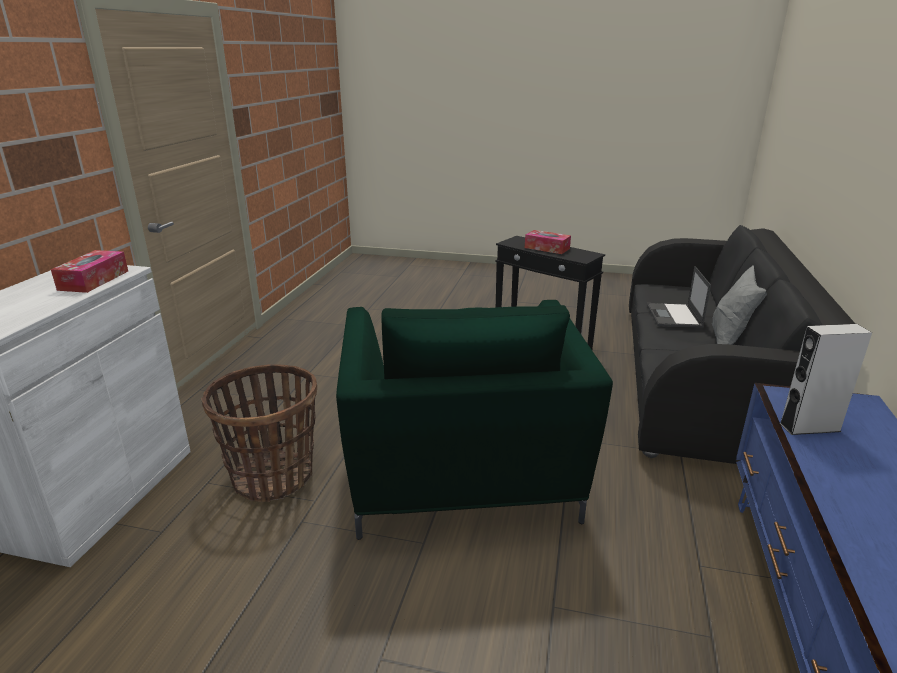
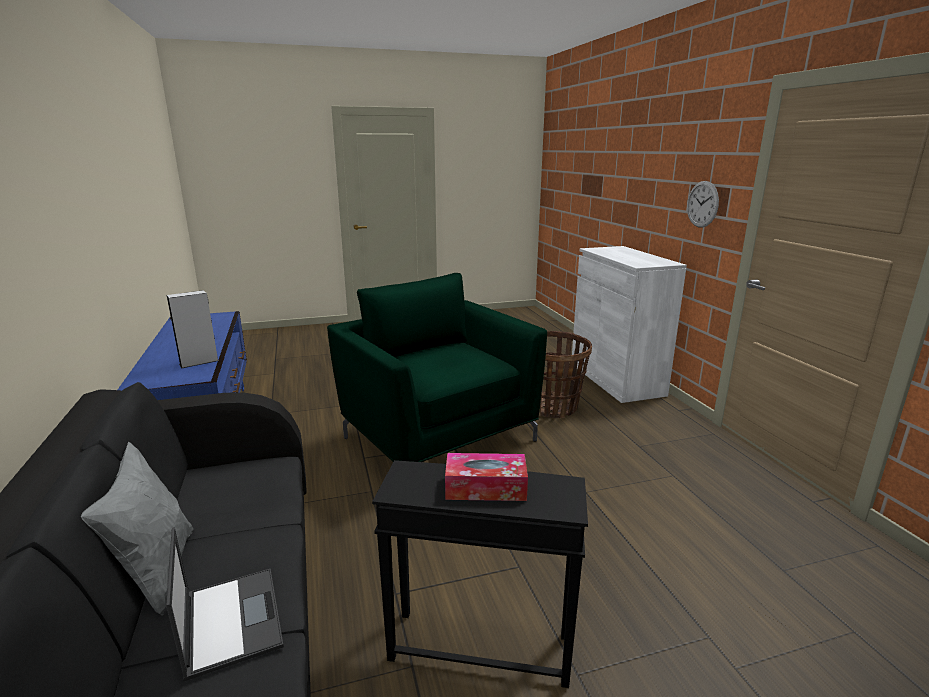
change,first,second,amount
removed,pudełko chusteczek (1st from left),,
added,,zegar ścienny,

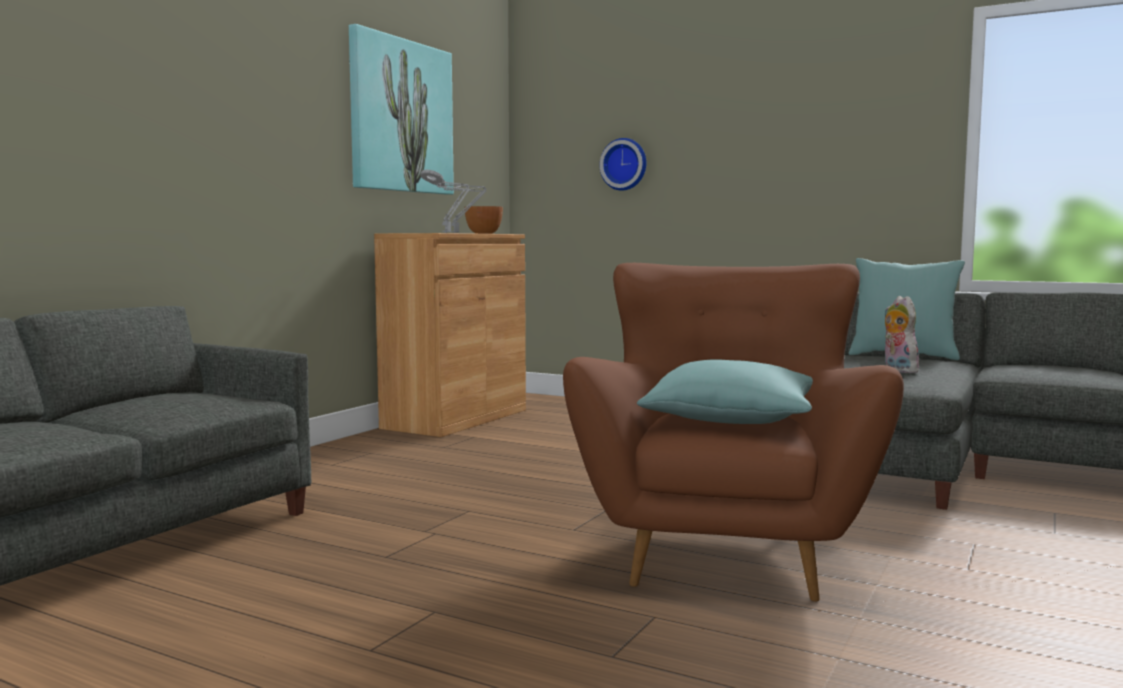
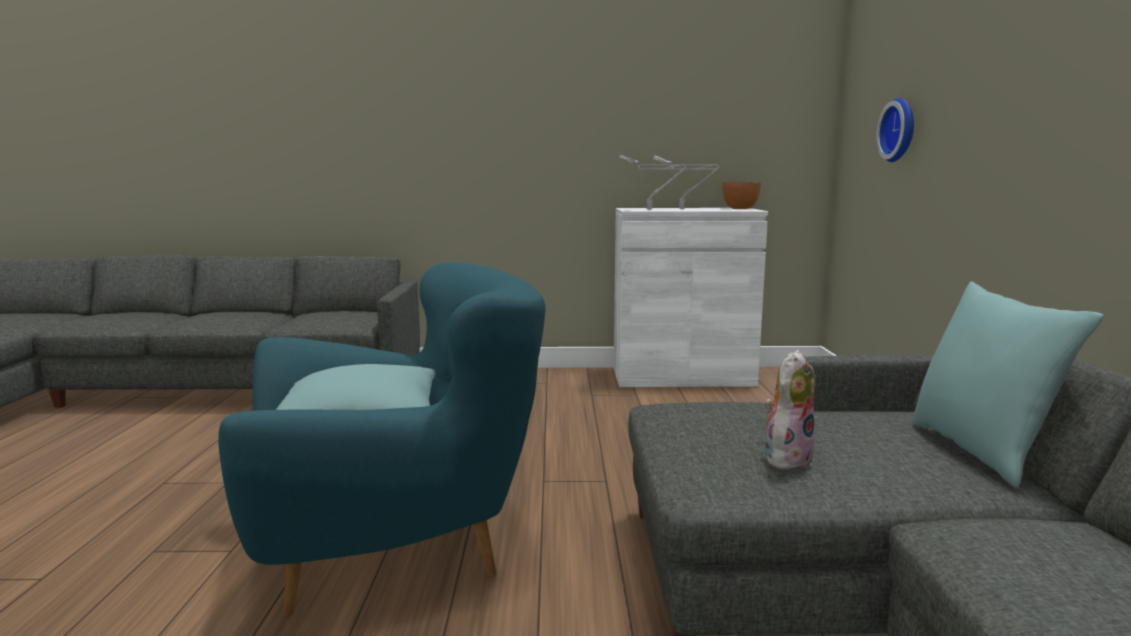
change,first,second,amount
removed,obraz,,
recoloured,szafka (brązowy),szafka (biały),
recoloured,fotel (brązowy),fotel (turkusowy),

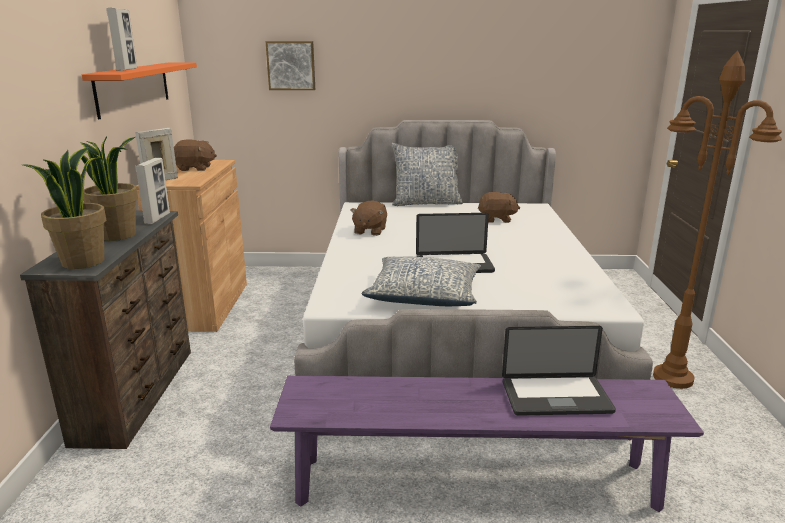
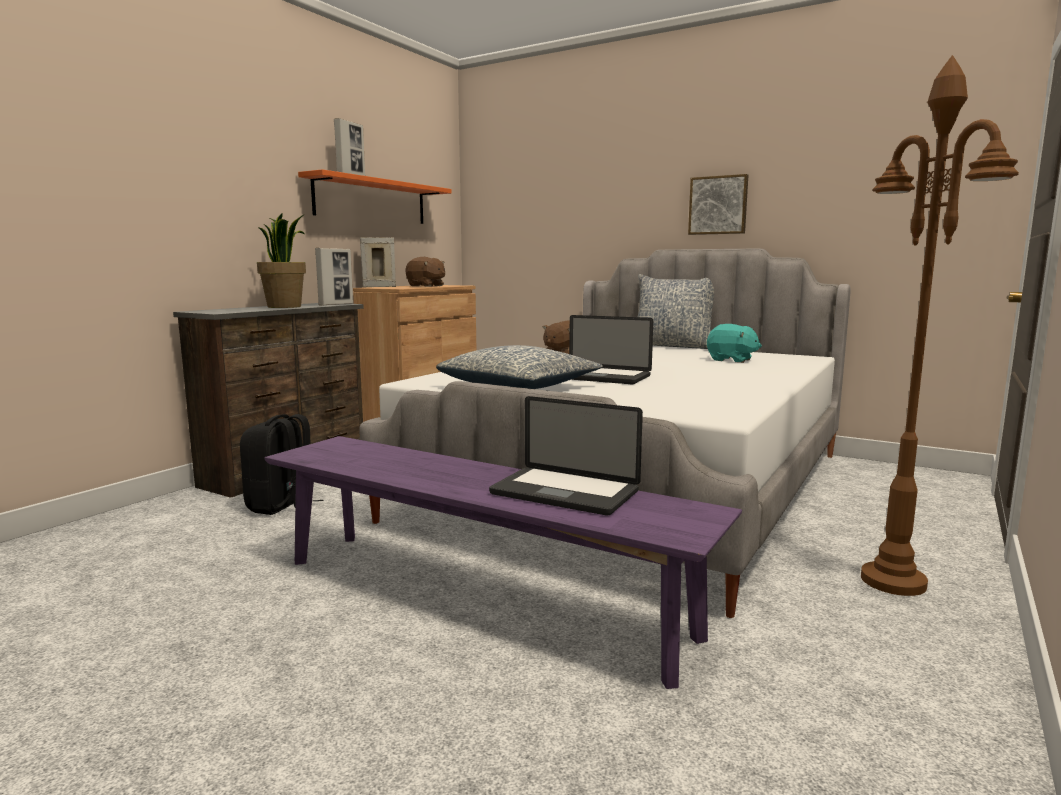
change,first,second,amount
removed,roślina doniczkowa (1st from left),,
added,,plecak (czarny),
moved,obraz,,
recoloured,pluszak (brązowy) (3rd from left),pluszak (turkusowy),

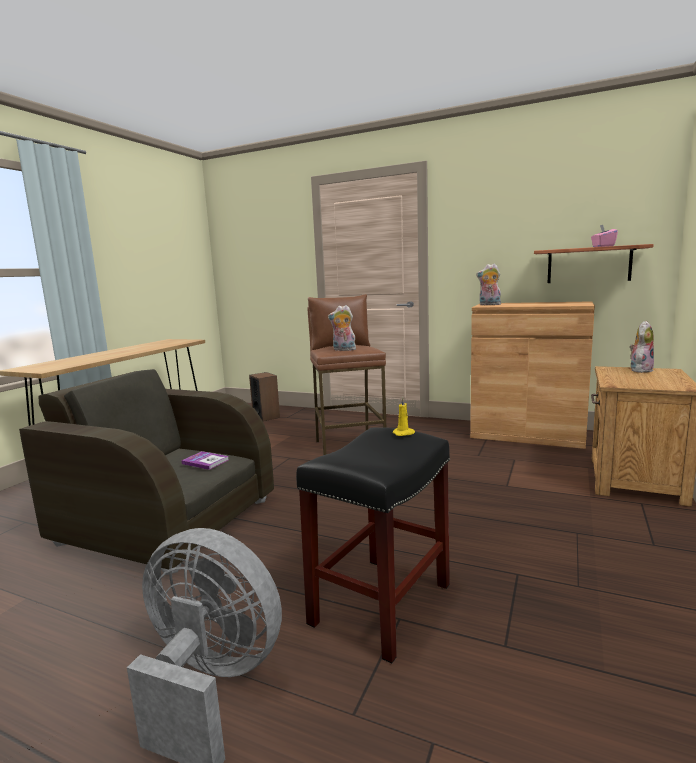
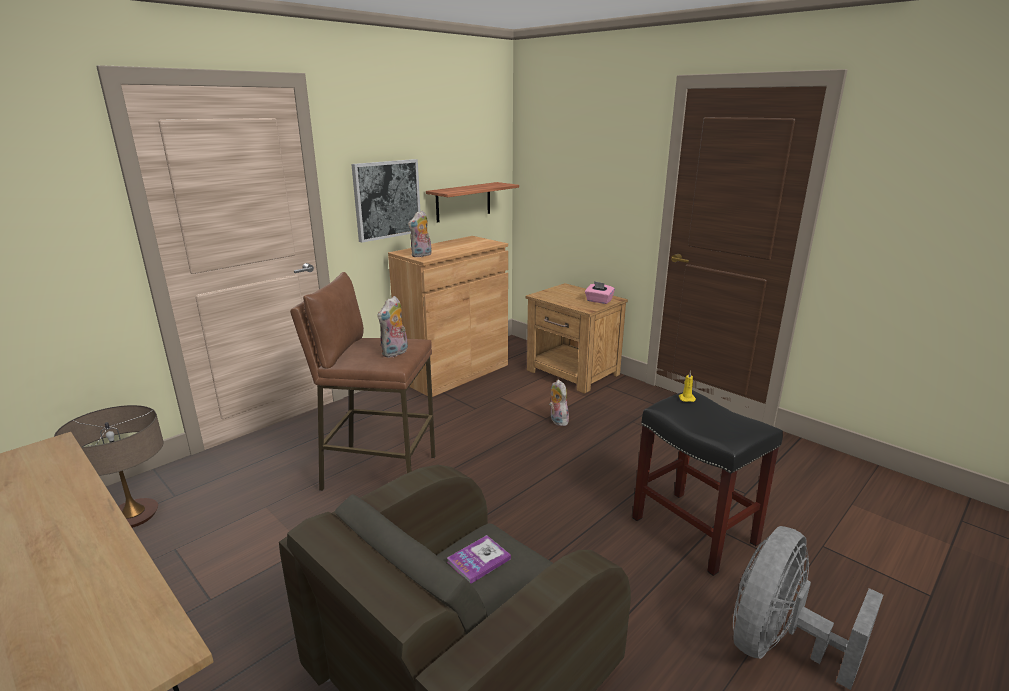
change,first,second,amount
added,,obraz,
moved,pudełko chusteczek (różowy),,
moved,pluszak (3rd from left),,
replaced,głośnik,lampa stołowa,

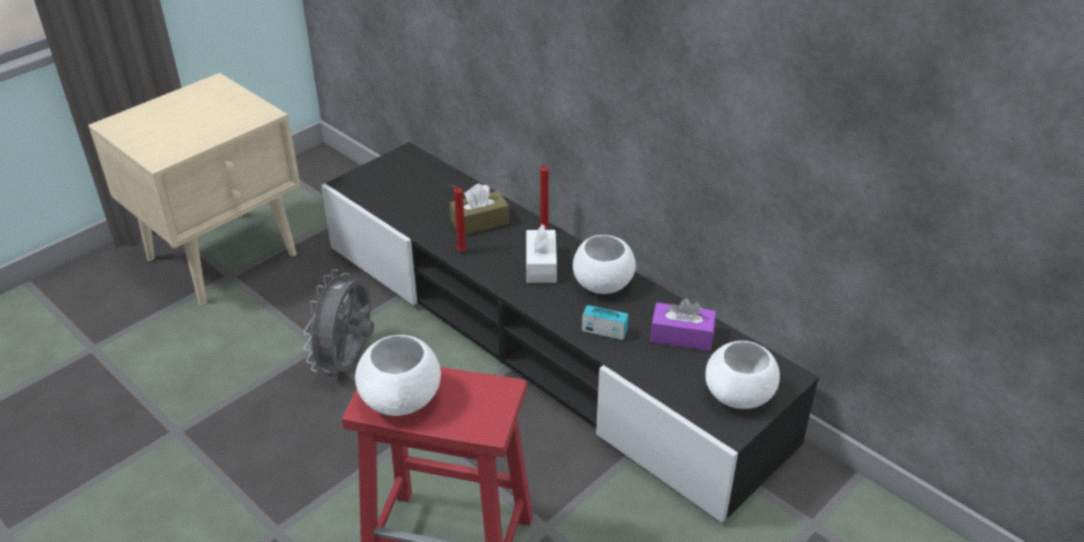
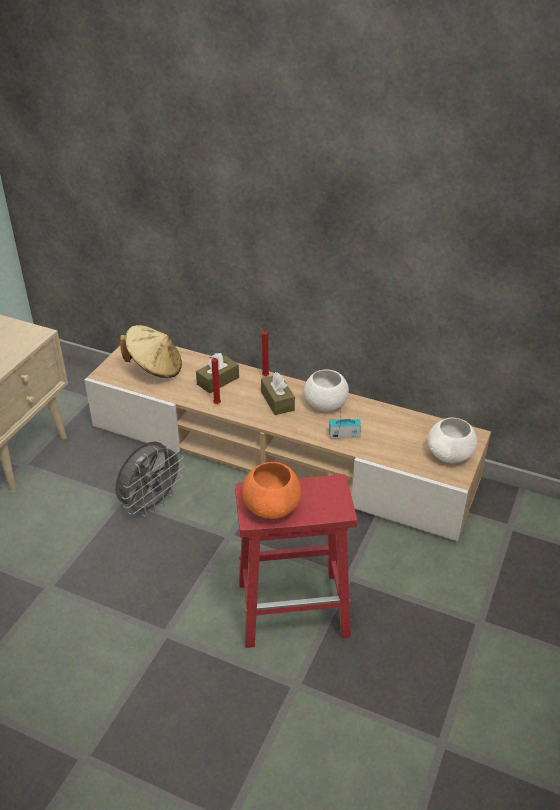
change,first,second,amount
removed,pudełko chusteczek (fioletowy),,
added,,kapelusz (beżowy),
recoloured,szafka pod telewizor (czarny),szafka pod telewizor (beżowy),
recoloured,miska (biały) (1st from left),miska (pomarańczowy),
recoloured,pudełko chusteczek (biały),pudełko chusteczek (brązowy) (2nd from left),
turned,wentylator (szary),,135 degrees counterclockwise

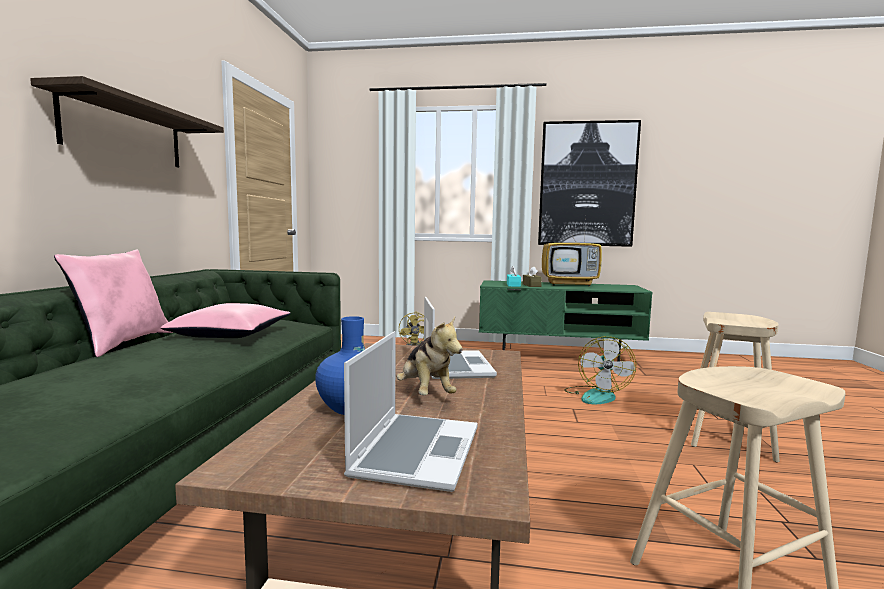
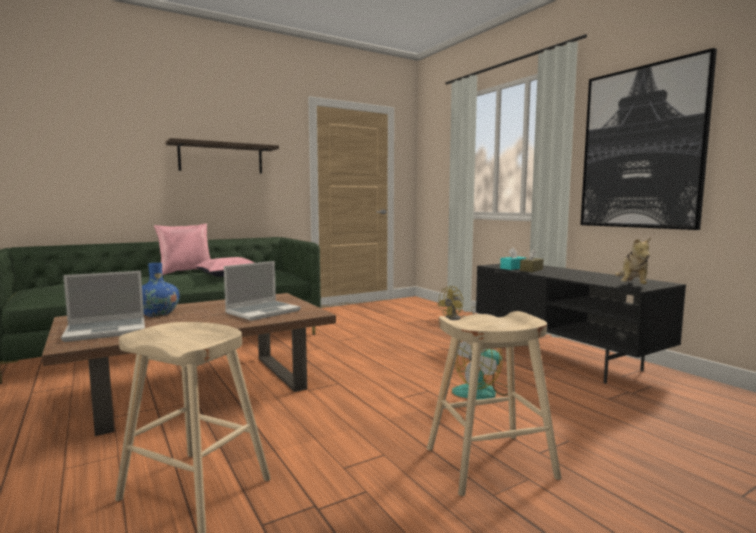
change,first,second,amount
removed,telewizor,,
moved,pluszak,,
recoloured,szafka pod telewizor (zielony),szafka pod telewizor (czarny),

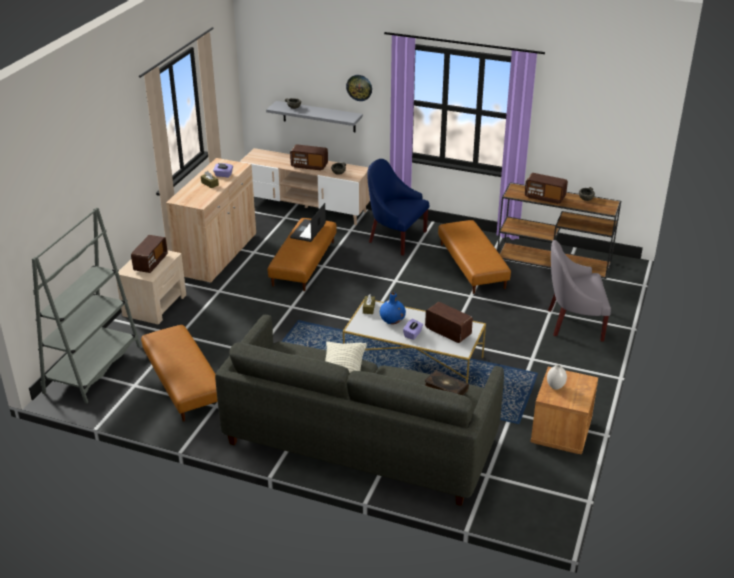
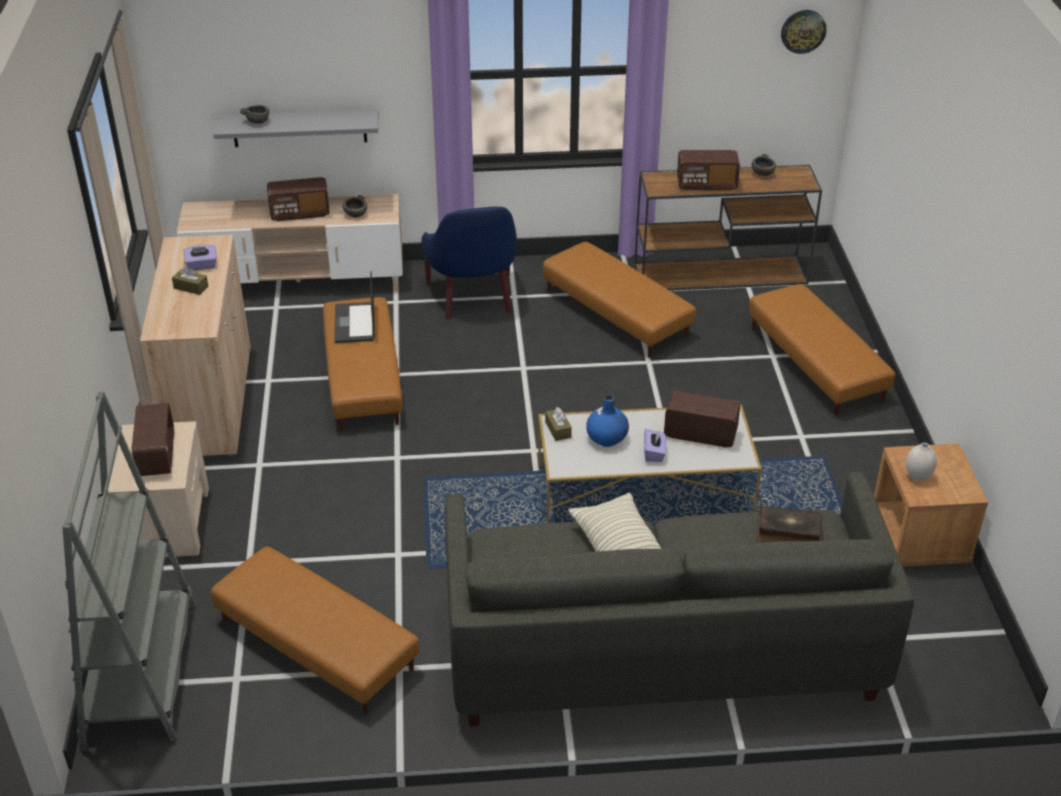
change,first,second,amount
moved,zegar ścienny,,
replaced,fotel (szary),pufa (brązowy) (4th from left),
turned,fotel (niebieski),,105 degrees counterclockwise

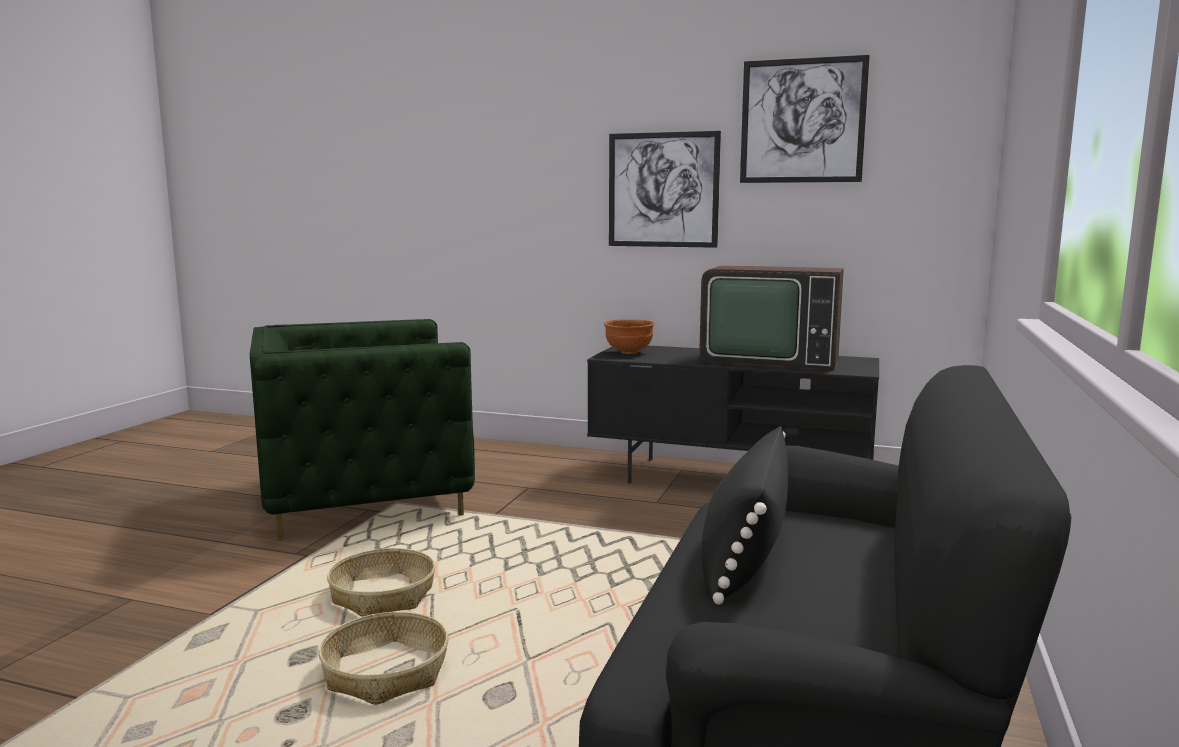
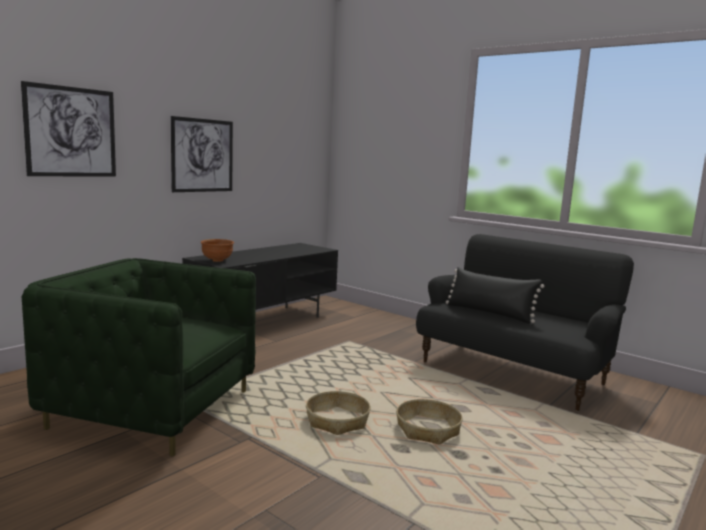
change,first,second,amount
removed,telewizor,,
moved,obraz (2nd from left in the first image),obraz (1st from left),
turned,fotel (zielony),,105 degrees clockwise

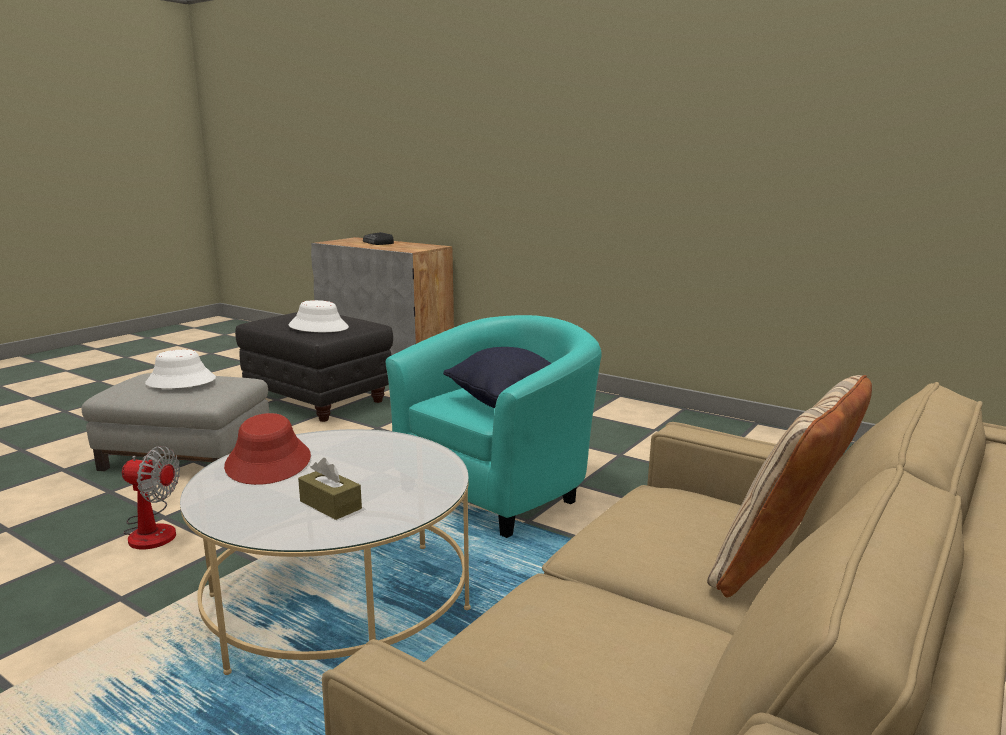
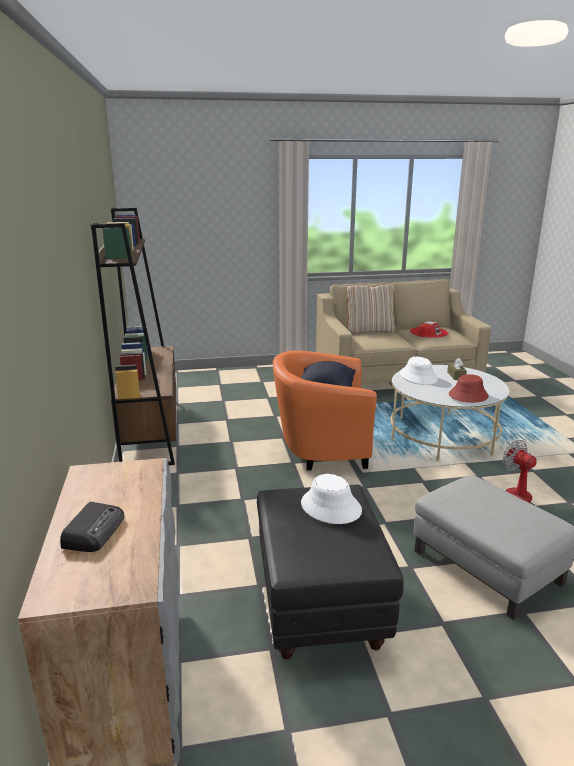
change,first,second,amount
added,,regał (brązowy),
added,,kapelusz (czerwony) (1st from left),
moved,kapelusz (biały) (1st from left in the first image),kapelusz (biały) (2nd from left),
recoloured,fotel (turkusowy),fotel (pomarańczowy),

